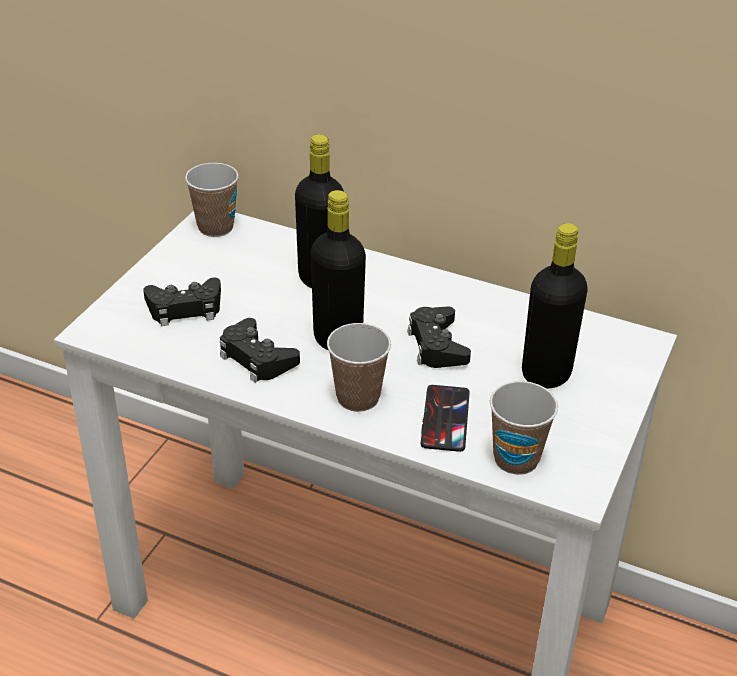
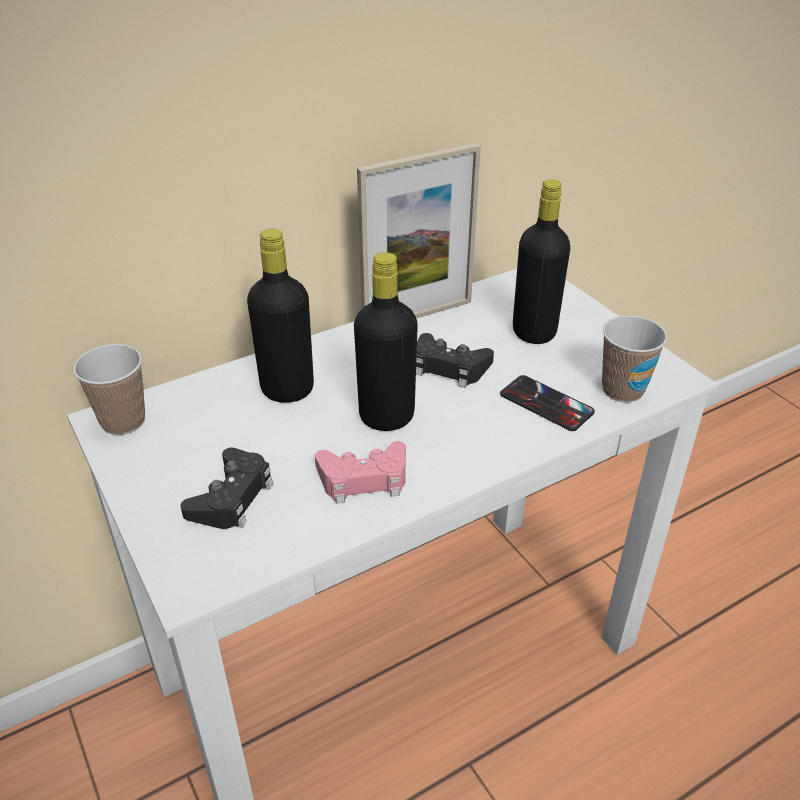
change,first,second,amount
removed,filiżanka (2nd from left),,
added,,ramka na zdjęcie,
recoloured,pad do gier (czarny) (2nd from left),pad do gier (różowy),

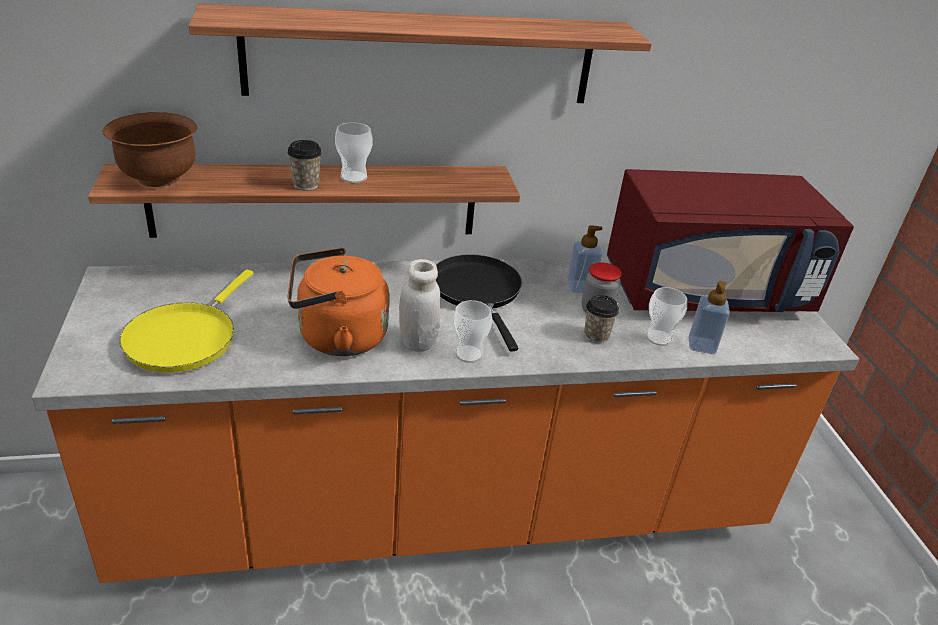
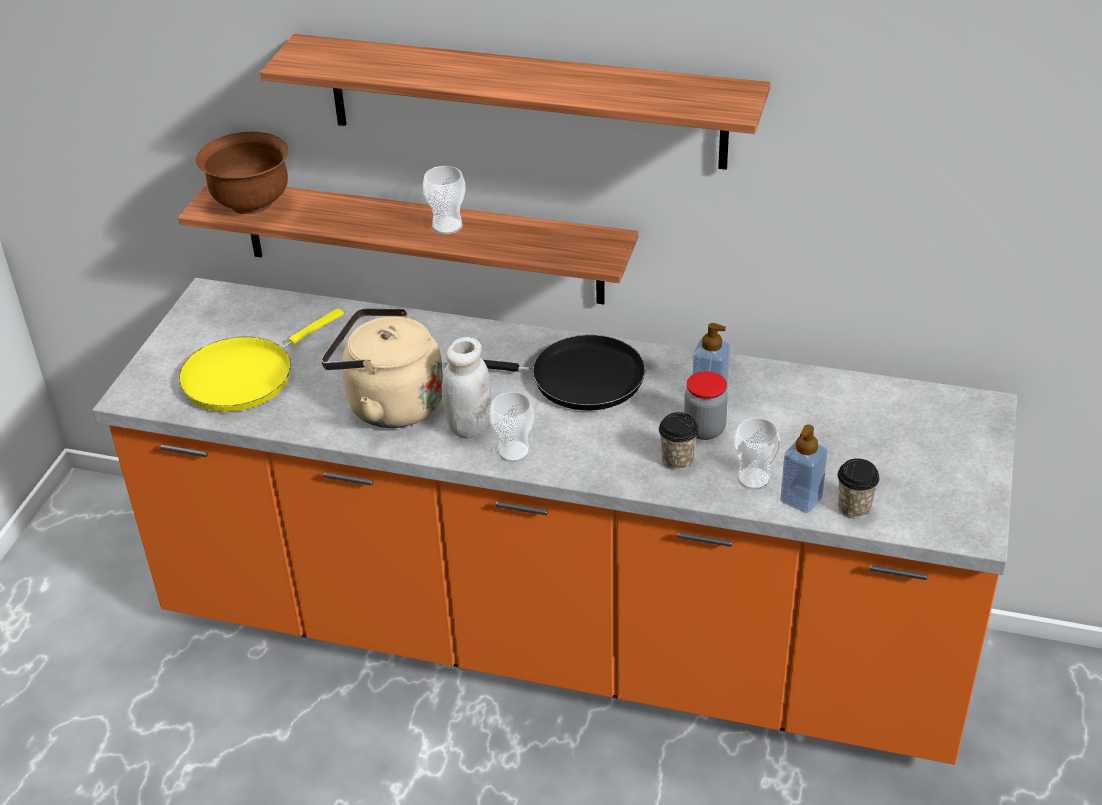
change,first,second,amount
removed,mikrofalówka (czerwony),,
moved,filiżanka (1st from left in the first image),filiżanka (5th from left),
recoloured,czajnik (pomarańczowy),czajnik (beżowy),
turned,patelnia (czarny),,90 degrees clockwise

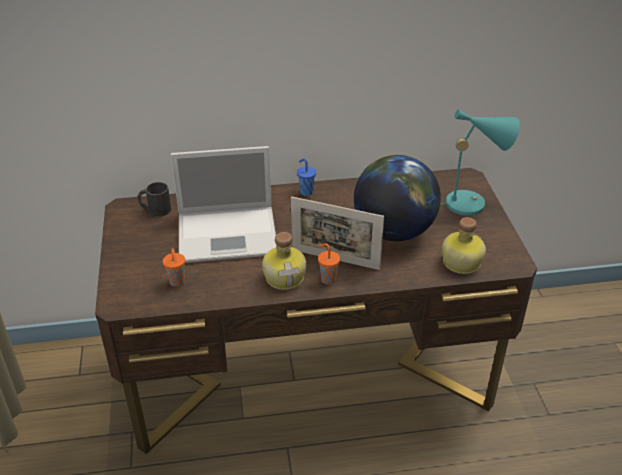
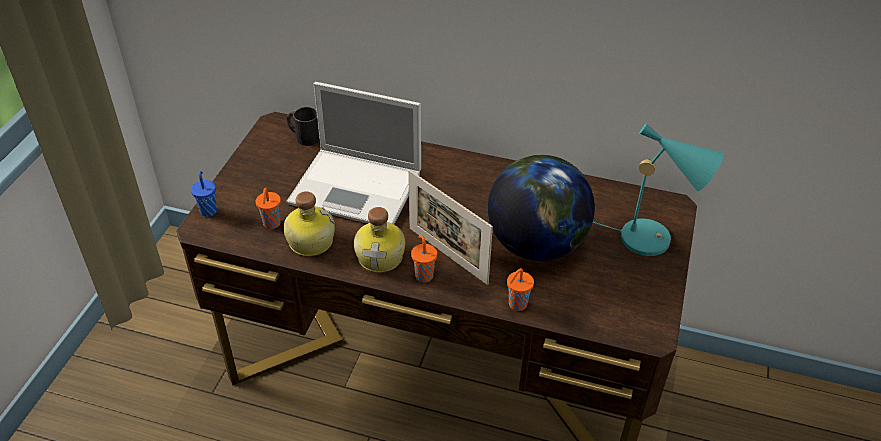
change,first,second,amount
added,,filiżanka (pomarańczowy) (3rd from left),
moved,filiżanka (niebieski),,
moved,butelka (2nd from left in the first image),butelka (1st from left),

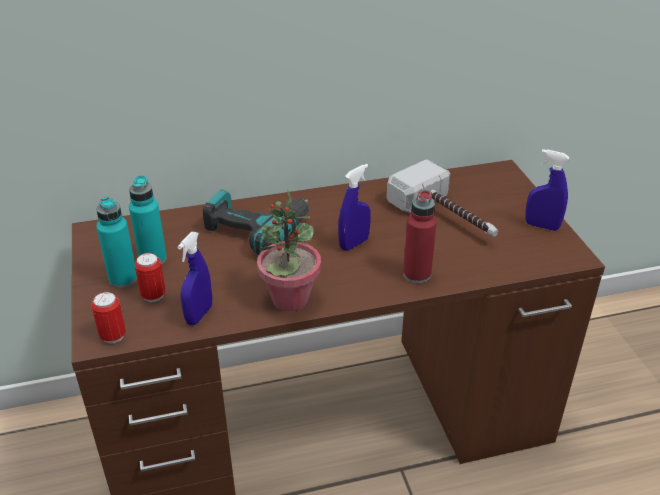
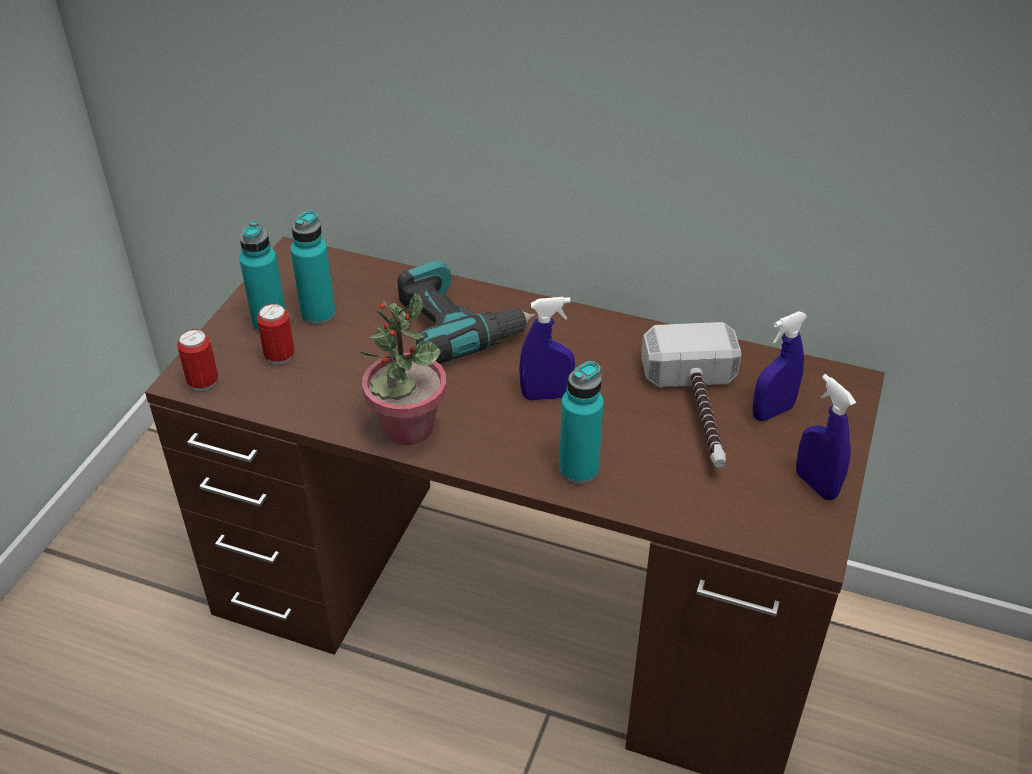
change,first,second,amount
moved,spryskiwacz (niebieski) (1st from left in the first image),spryskiwacz (niebieski) (2nd from left),
recoloured,butelka (czerwony),butelka (turkusowy) (3rd from left),

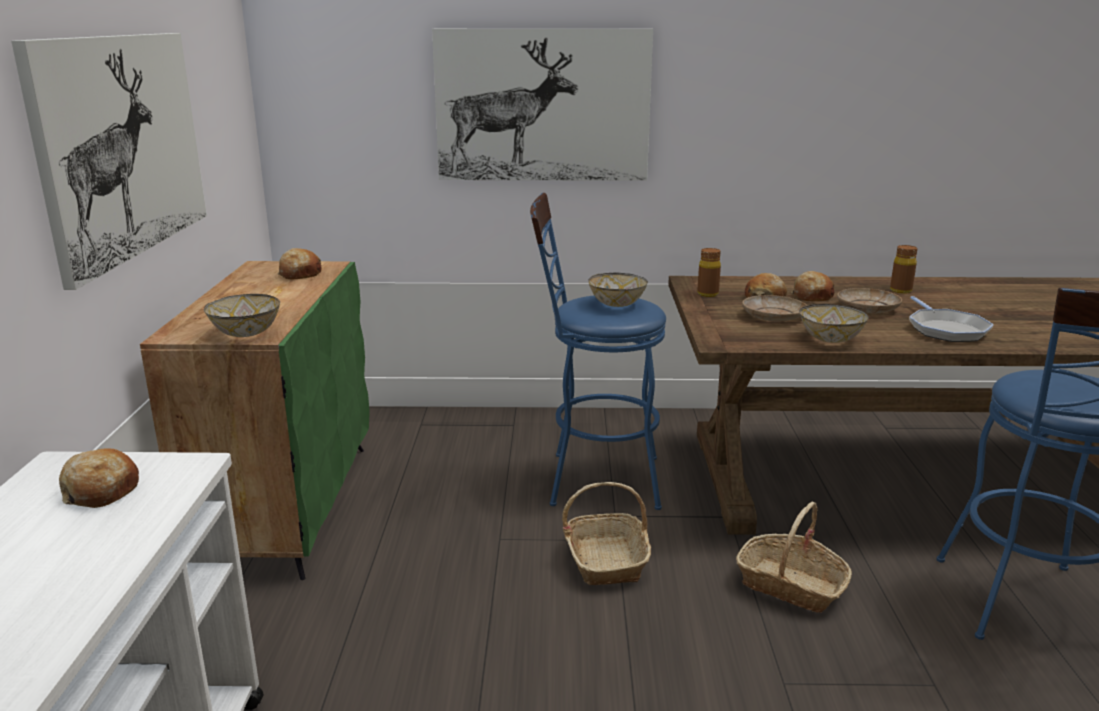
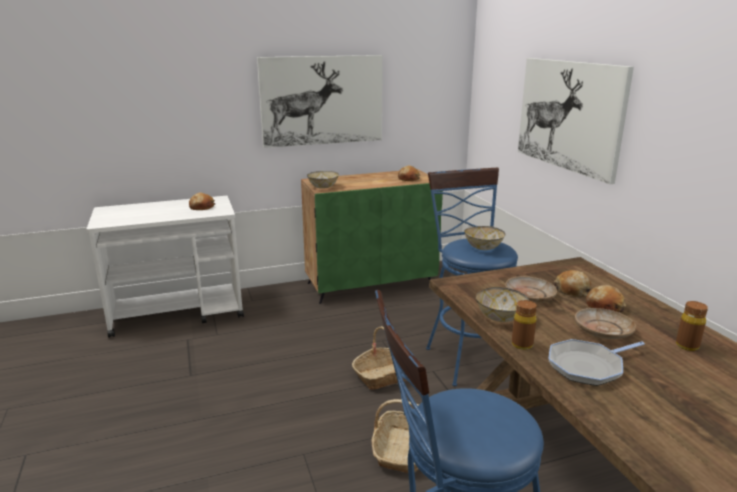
change,first,second,amount
moved,butelka (brązowy) (1st from left),,

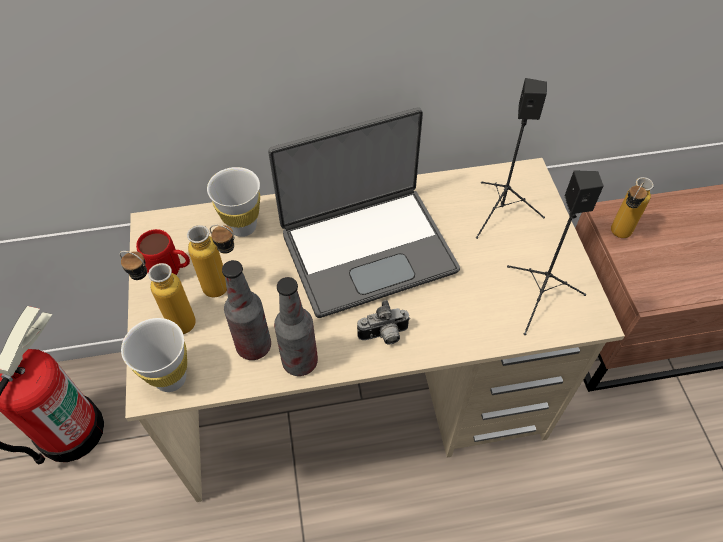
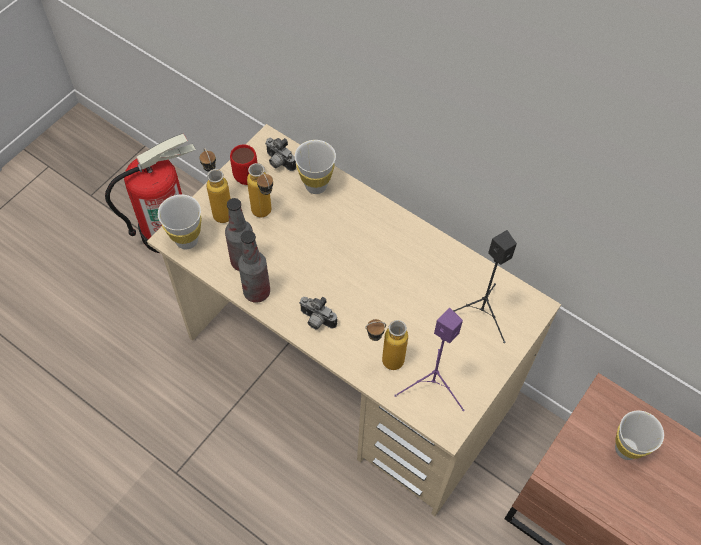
change,first,second,amount
removed,laptop,,
added,,aparat fotograficzny (1st from left),
added,,filiżanka (biały) (3rd from left),
moved,butelka (5th from left),,
recoloured,głośnik (czarny) (2nd from left),głośnik (fioletowy),

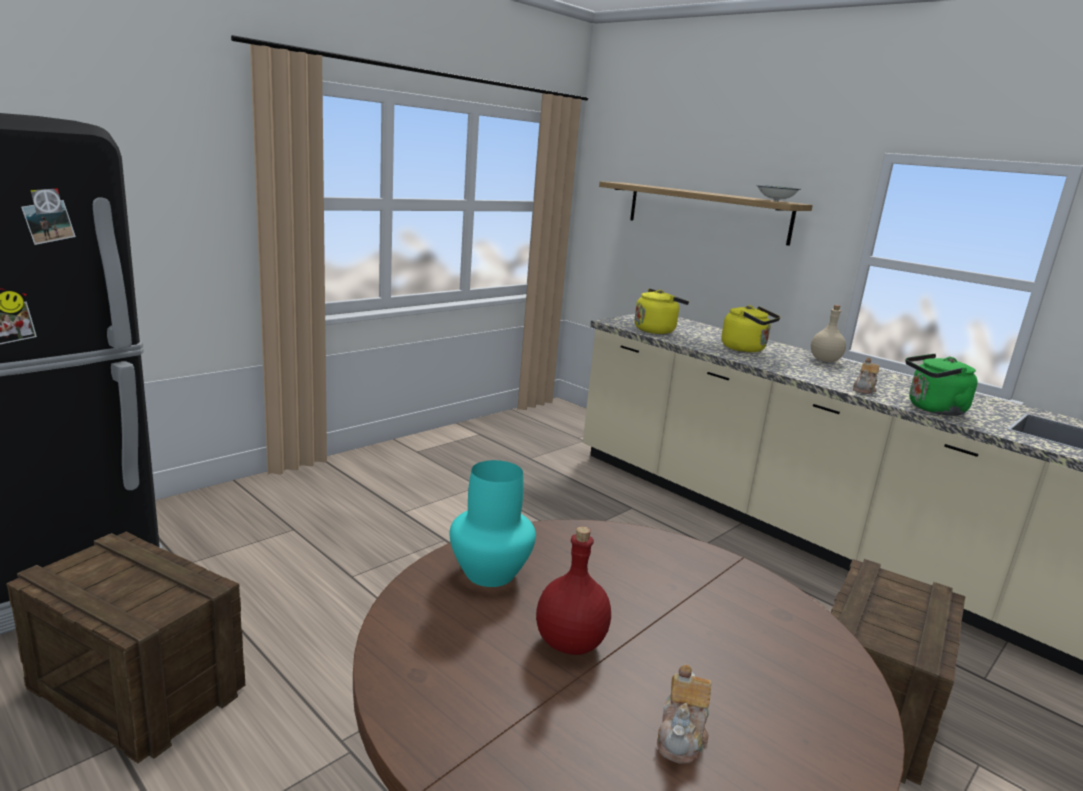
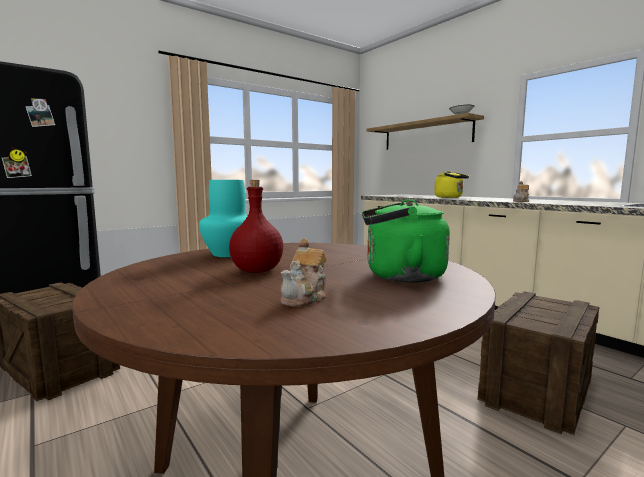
change,first,second,amount
removed,czajnik (żółty) (1st from left),,
removed,butelka (beżowy),,
moved,czajnik (zielony),,

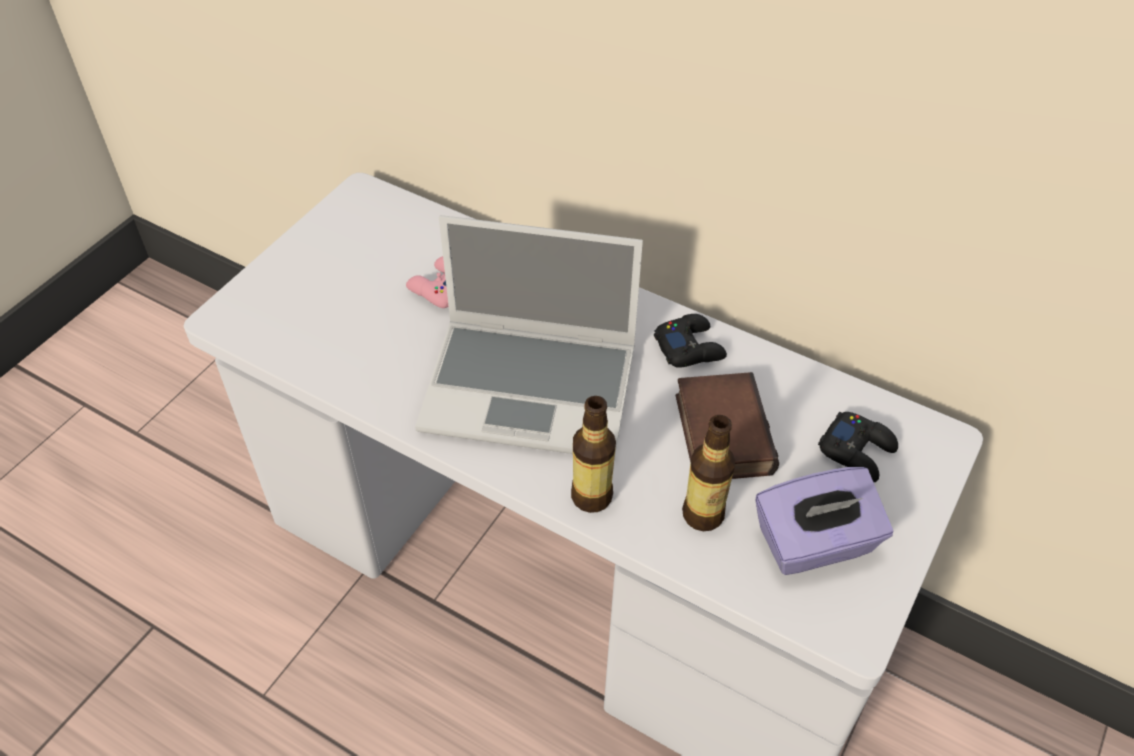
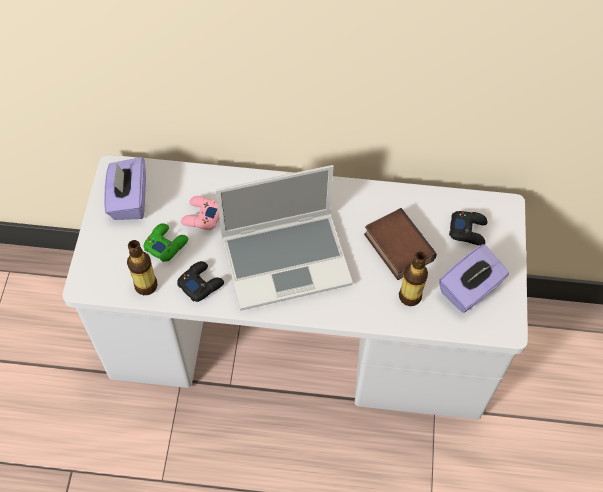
change,first,second,amount
added,,pudełko chusteczek (fioletowy) (1st from left),
added,,pad do gier (zielony),
moved,butelka (1st from left),,
moved,pad do gier (czarny) (1st from left),,

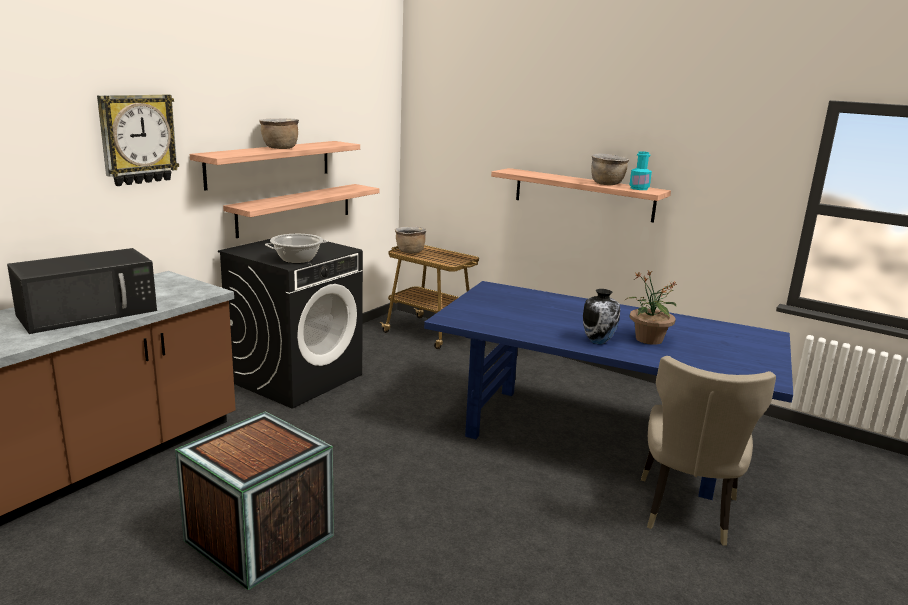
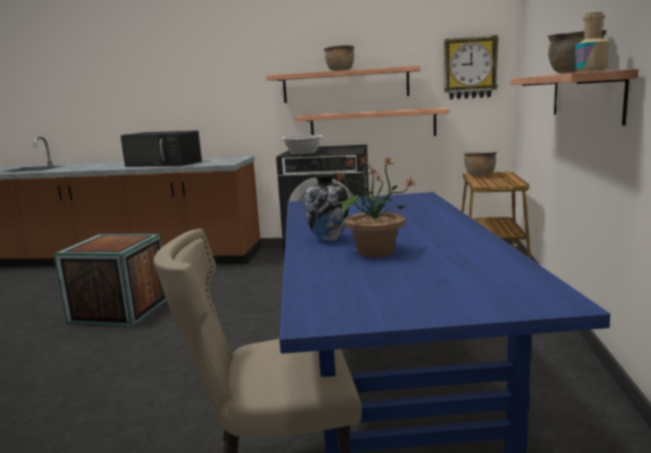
change,first,second,amount
moved,zegar ścienny,,
recoloured,butelka (turkusowy),butelka (beżowy),

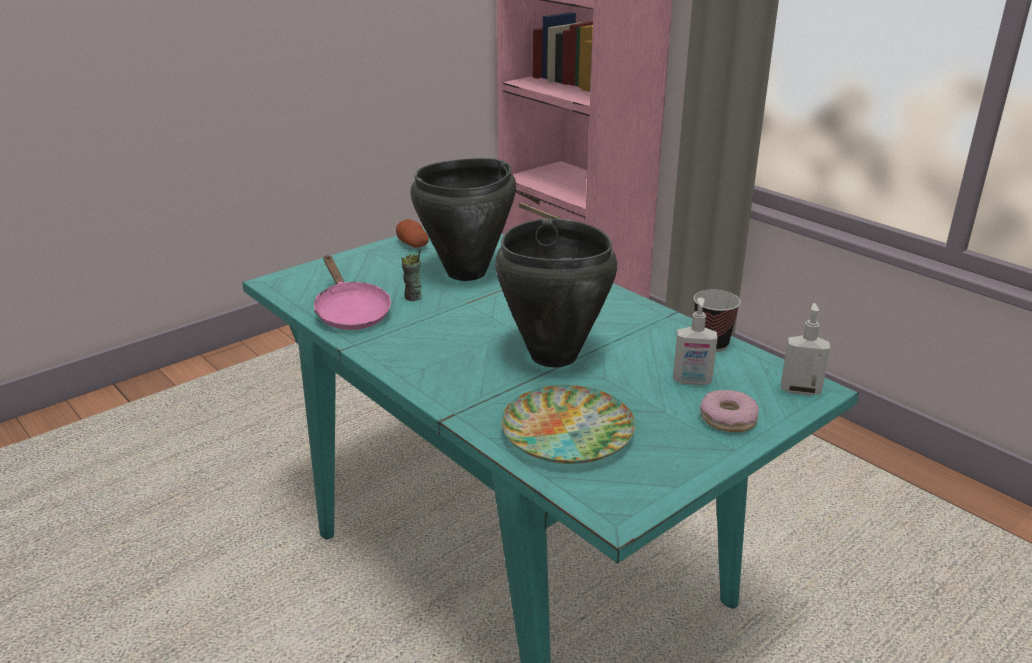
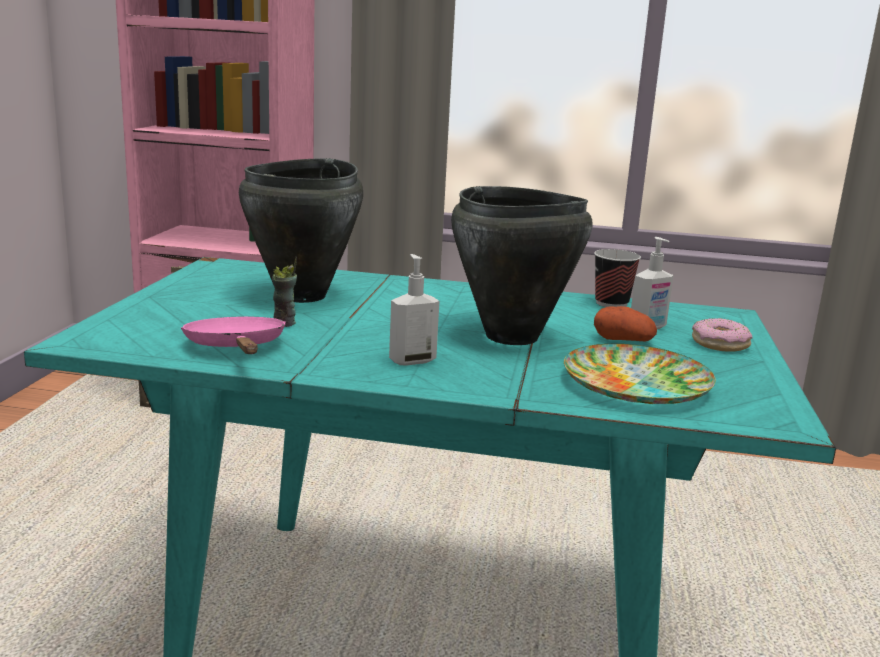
change,first,second,amount
moved,ziemniak,,
moved,dozownik mydła (2nd from left in the first image),dozownik mydła (1st from left),
turned,patelnia (różowy),,135 degrees counterclockwise

